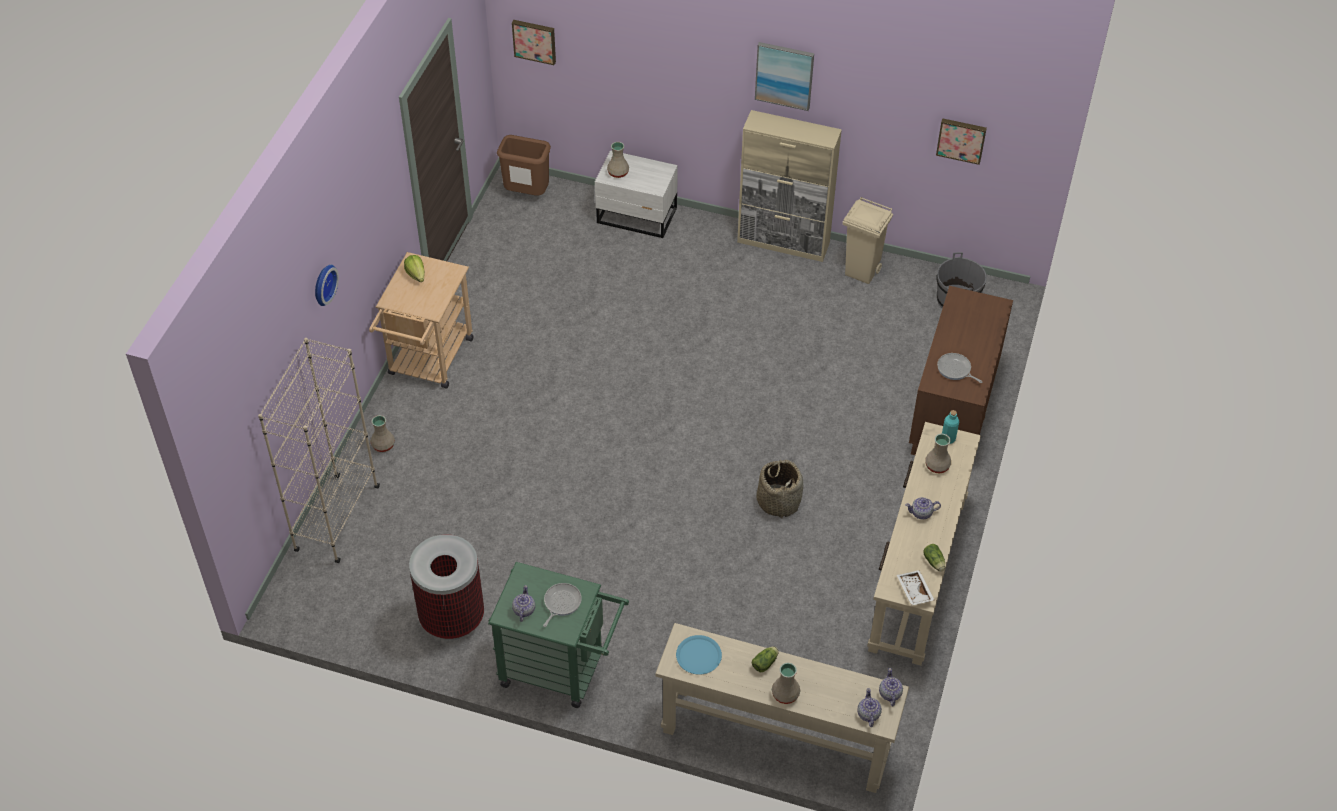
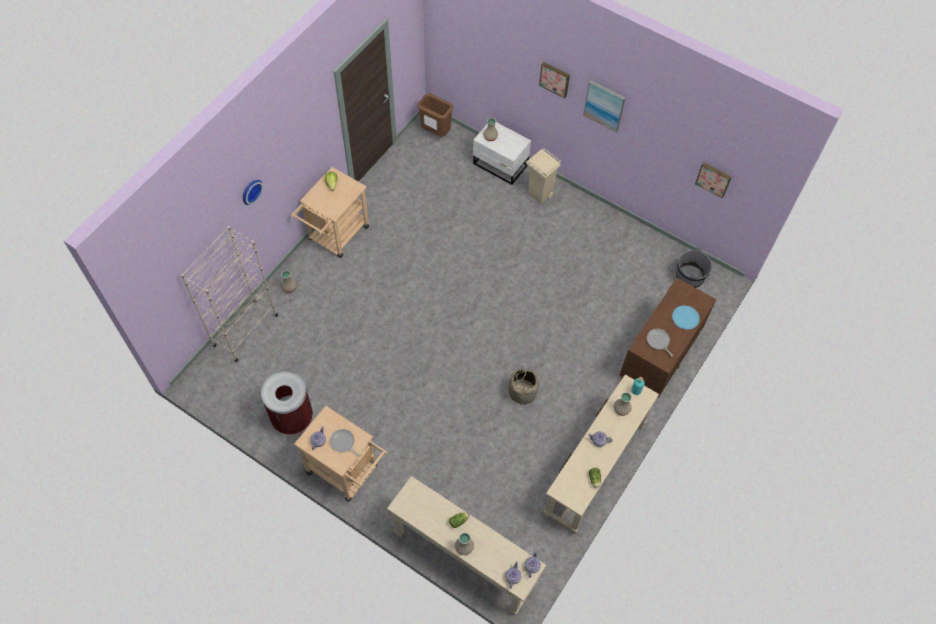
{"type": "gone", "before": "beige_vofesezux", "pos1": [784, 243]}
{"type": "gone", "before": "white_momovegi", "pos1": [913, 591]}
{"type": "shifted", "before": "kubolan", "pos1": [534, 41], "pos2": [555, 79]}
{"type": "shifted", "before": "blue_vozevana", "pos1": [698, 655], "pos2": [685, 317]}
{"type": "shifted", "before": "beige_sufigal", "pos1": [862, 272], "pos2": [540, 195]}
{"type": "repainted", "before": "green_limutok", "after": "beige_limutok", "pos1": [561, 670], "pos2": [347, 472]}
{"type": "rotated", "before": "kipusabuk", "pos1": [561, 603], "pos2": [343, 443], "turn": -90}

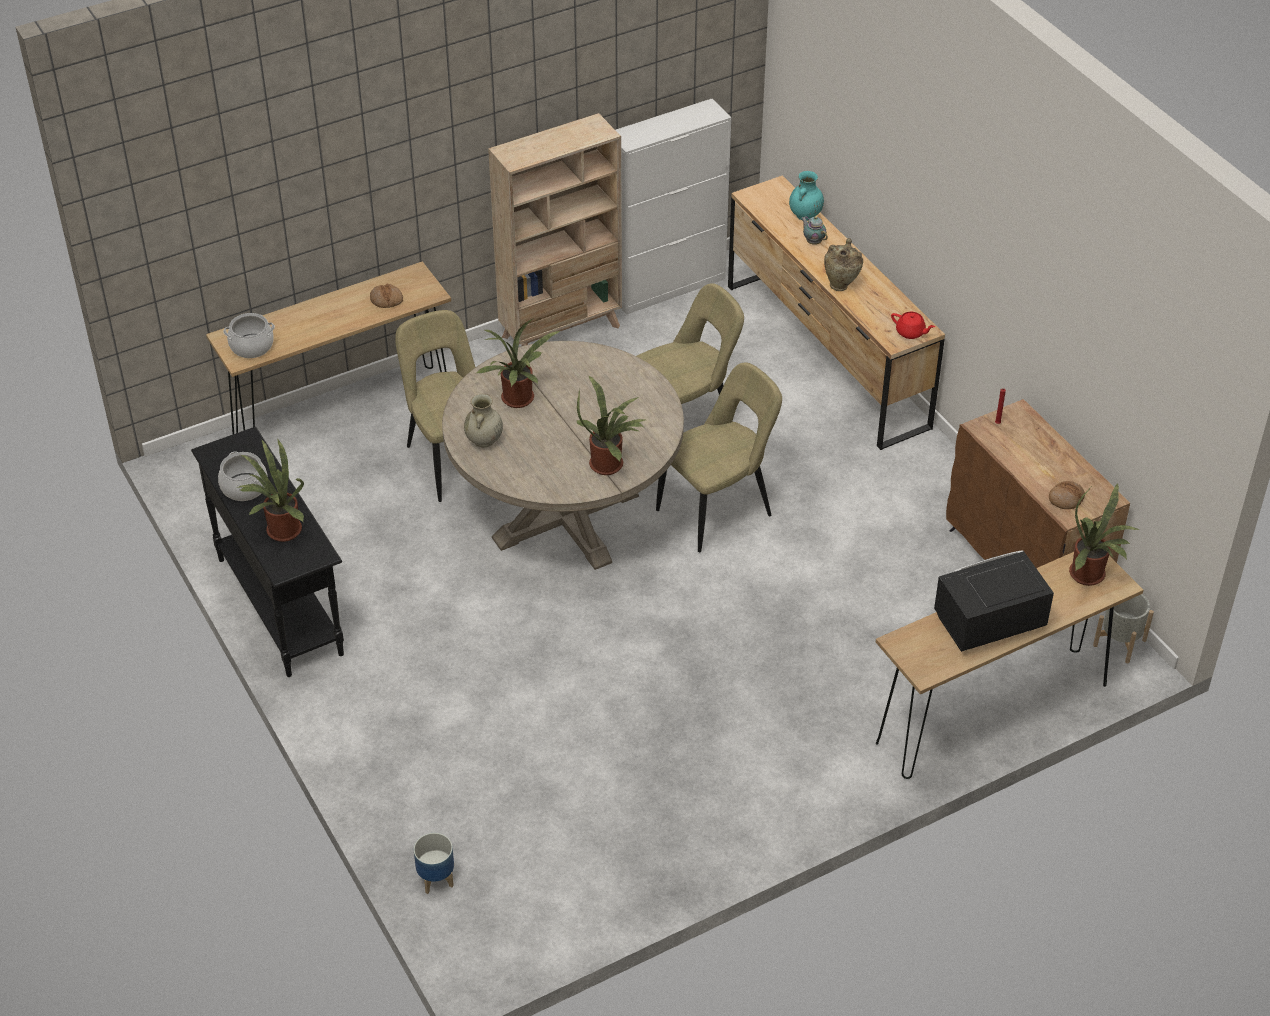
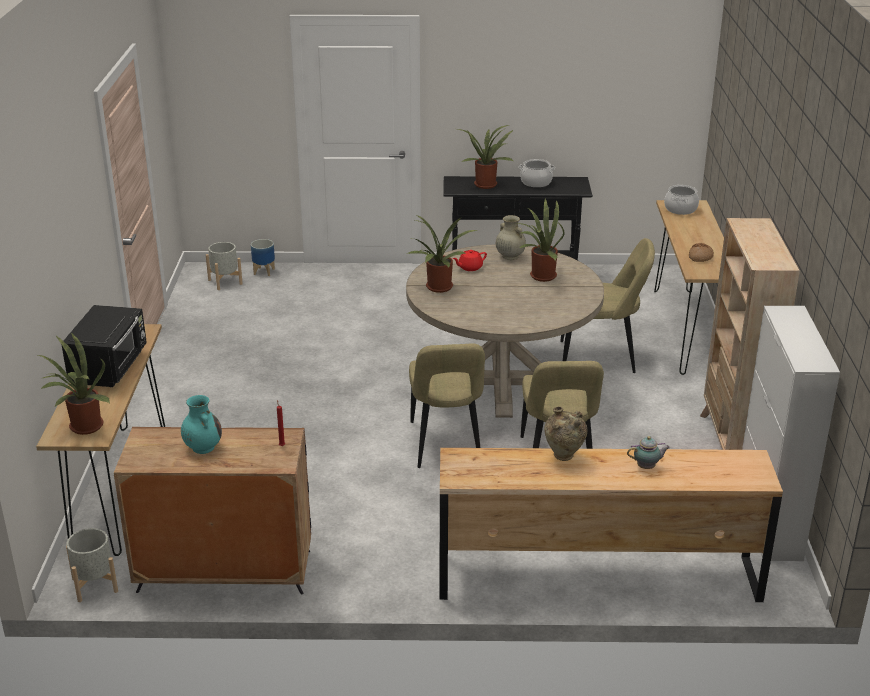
{"type": "gone", "before": "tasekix", "pos1": [1066, 499]}
{"type": "new", "after": "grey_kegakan", "pos2": [225, 282]}
{"type": "shifted", "before": "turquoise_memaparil", "pos1": [805, 215], "pos2": [203, 447]}
{"type": "shifted", "before": "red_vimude", "pos1": [910, 332], "pos2": [469, 267]}

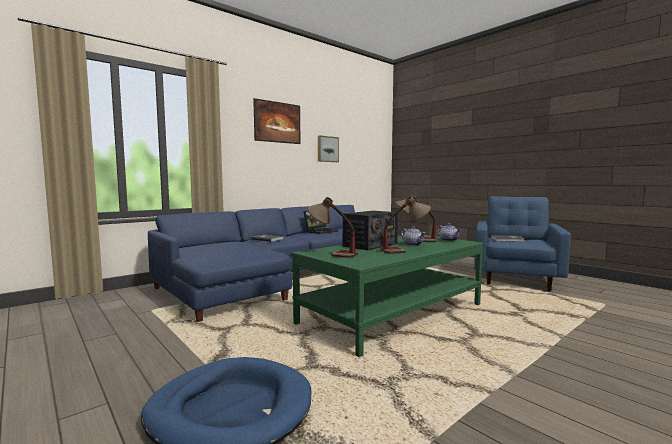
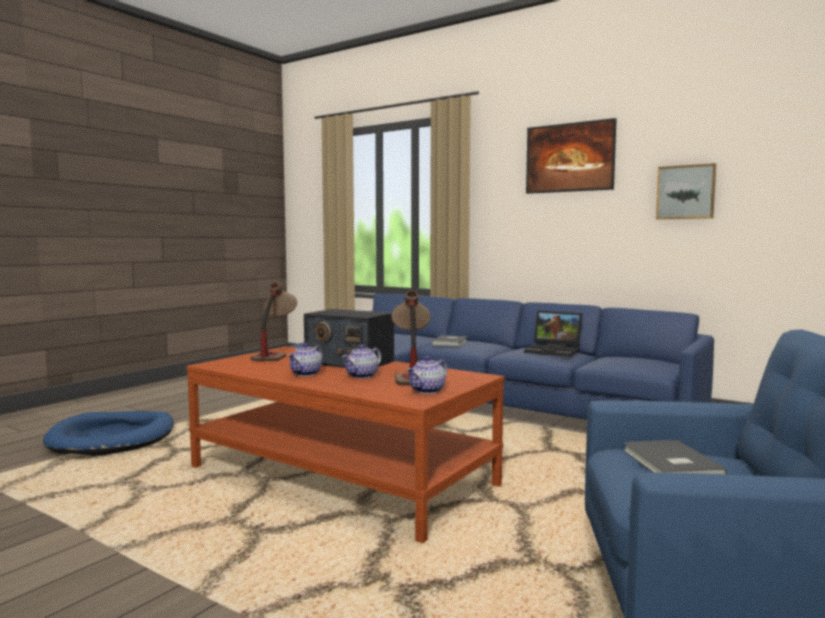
{"type": "swapped", "before": "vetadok", "after": "vimude", "pos1": [405, 250], "pos2": [306, 374]}
{"type": "repainted", "before": "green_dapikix", "after": "brown_dapikix", "pos1": [393, 313], "pos2": [341, 476]}

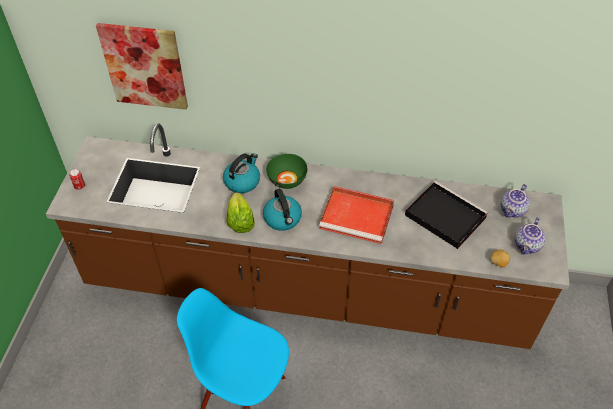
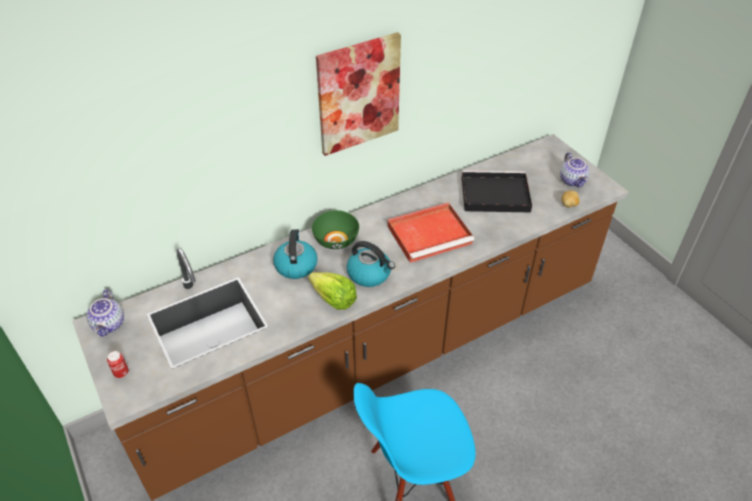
{"type": "shifted", "before": "kubolan", "pos1": [144, 66], "pos2": [358, 94]}
{"type": "shifted", "before": "vimude", "pos1": [513, 210], "pos2": [110, 324]}

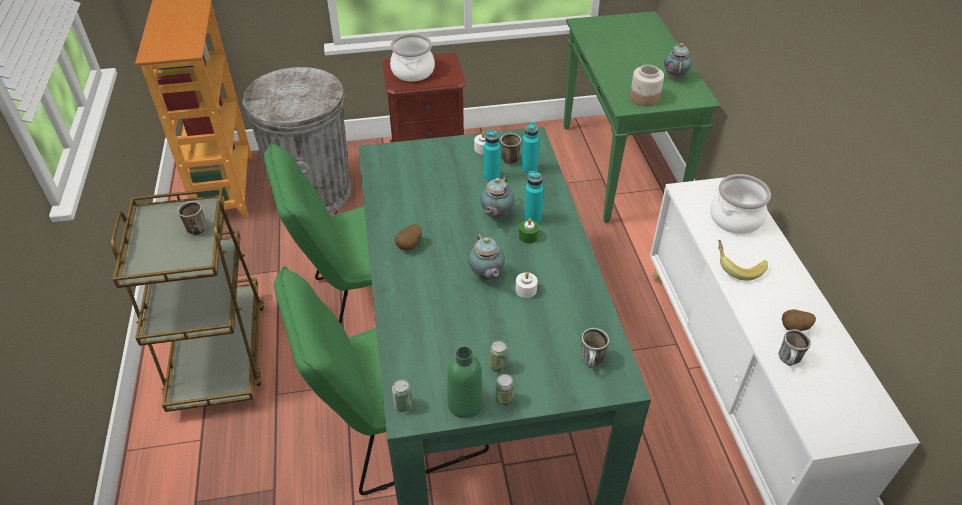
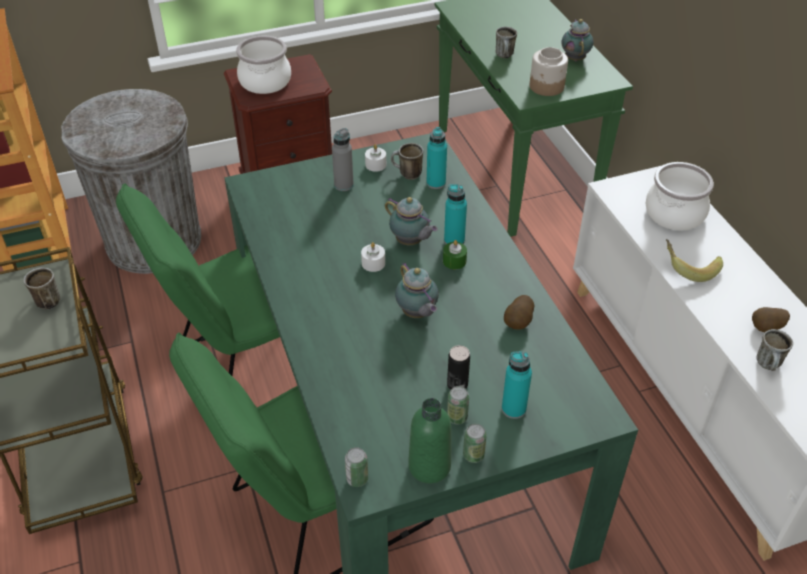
{"type": "new", "after": "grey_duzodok", "pos2": [343, 185]}
{"type": "new", "after": "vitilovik", "pos2": [457, 384]}
{"type": "shifted", "before": "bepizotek", "pos1": [410, 246], "pos2": [518, 323]}
{"type": "shifted", "before": "turquoise_duzodok", "pos1": [491, 177], "pos2": [513, 409]}
{"type": "shifted", "before": "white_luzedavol", "pos1": [526, 289], "pos2": [373, 263]}
{"type": "shifted", "before": "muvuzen", "pos1": [592, 362], "pos2": [505, 56]}
{"type": "rotated", "before": "vimude", "pos1": [495, 216], "pos2": [410, 242], "turn": -60}

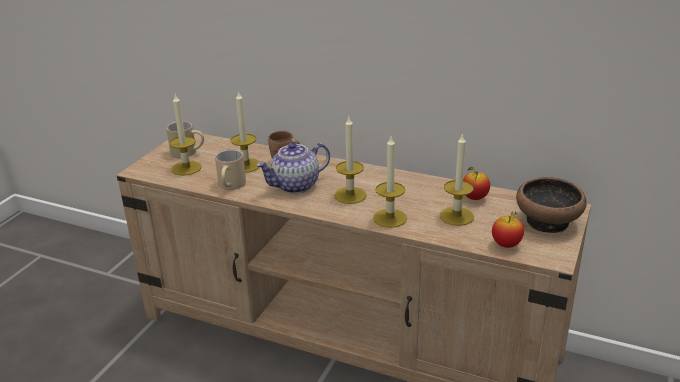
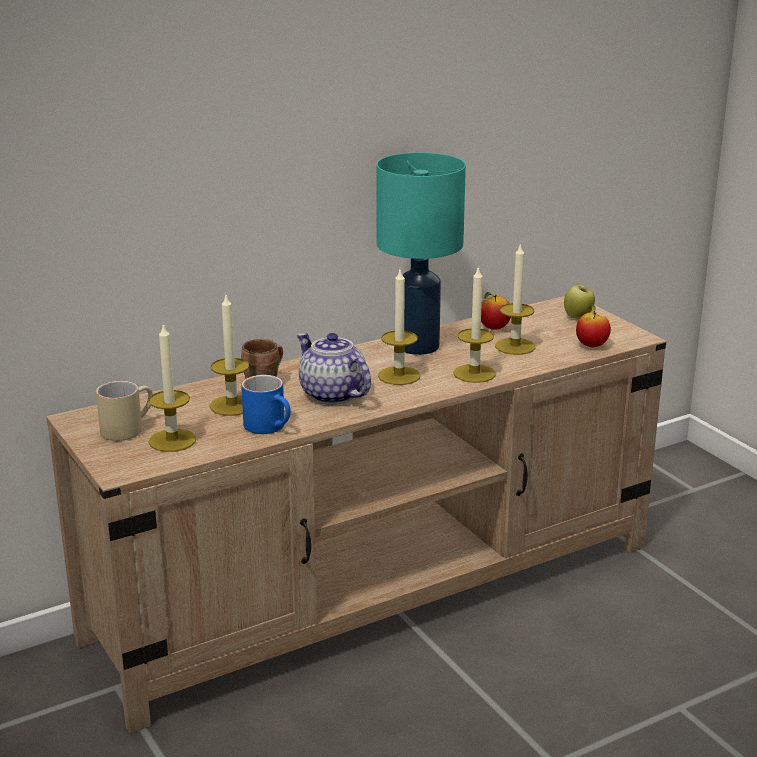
{"type": "new", "after": "turquoise_vetadok", "pos2": [417, 346]}
{"type": "swapped", "before": "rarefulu", "after": "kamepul", "pos1": [548, 222], "pos2": [578, 318]}
{"type": "repainted", "before": "beige_muvuzen", "after": "blue_muvuzen", "pos1": [231, 186], "pos2": [271, 427]}
{"type": "rotated", "before": "vimude", "pos1": [295, 186], "pos2": [331, 394], "turn": 135}

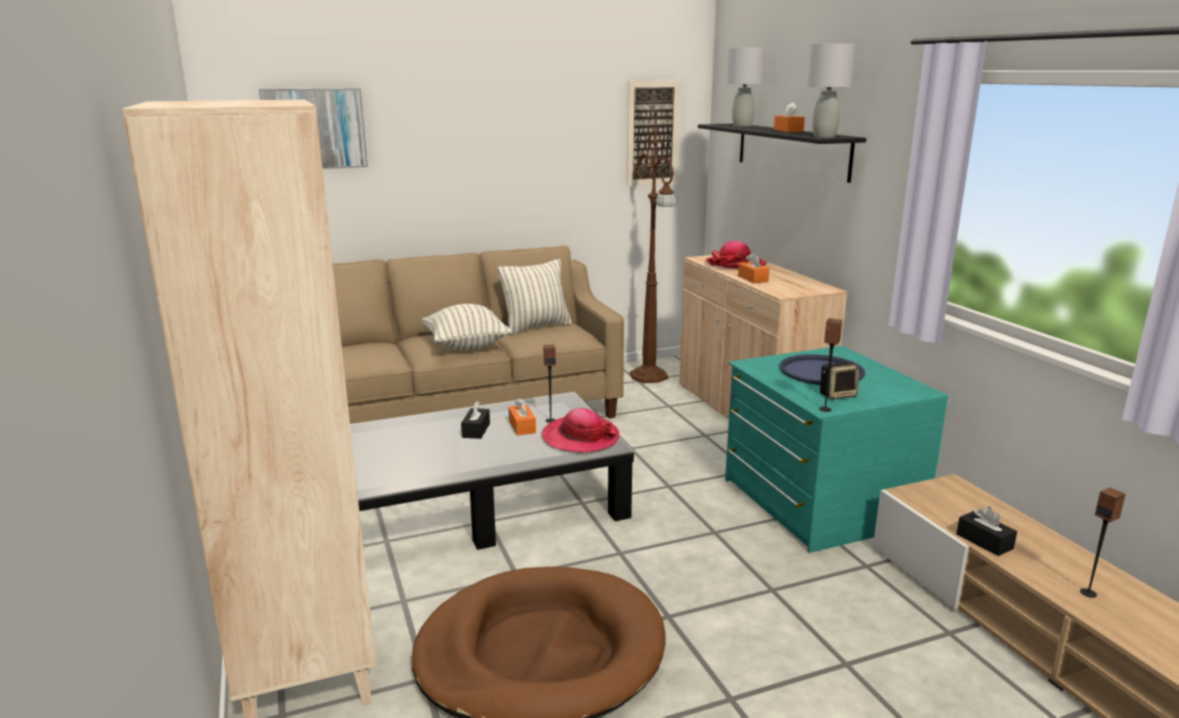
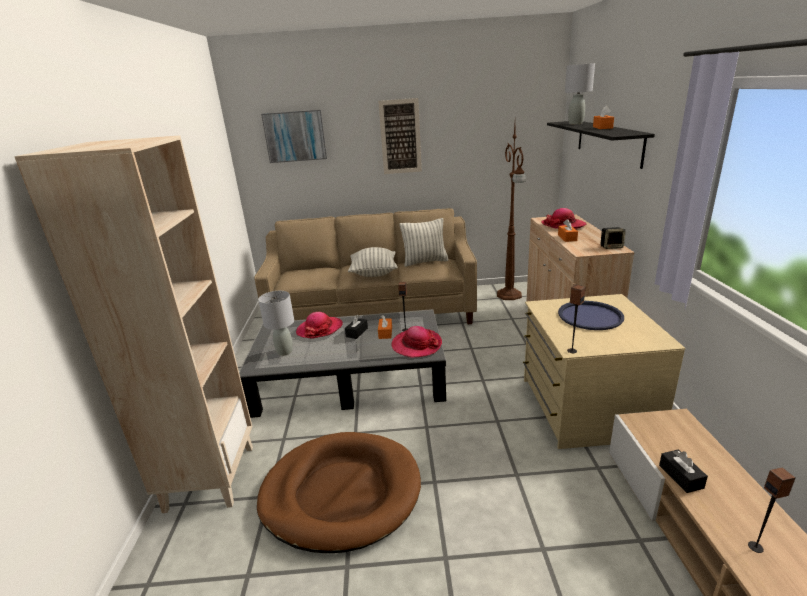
{"type": "new", "after": "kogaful", "pos2": [319, 329]}
{"type": "shifted", "before": "kubolan", "pos1": [652, 133], "pos2": [400, 137]}
{"type": "shifted", "before": "grey_vetadok", "pos1": [824, 136], "pos2": [285, 351]}
{"type": "shifted", "before": "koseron", "pos1": [837, 395], "pos2": [611, 247]}
{"type": "repainted", "before": "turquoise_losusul", "after": "beige_losusul", "pos1": [818, 501], "pos2": [585, 407]}

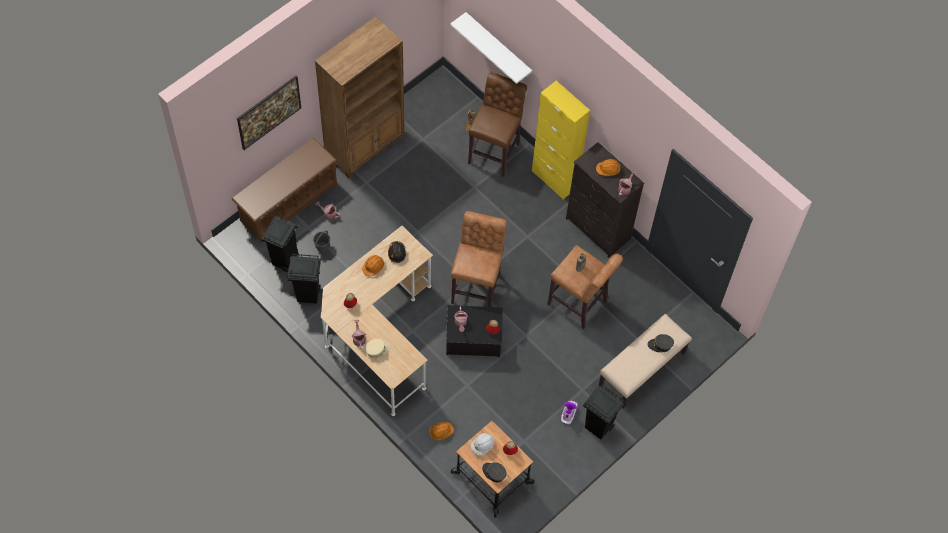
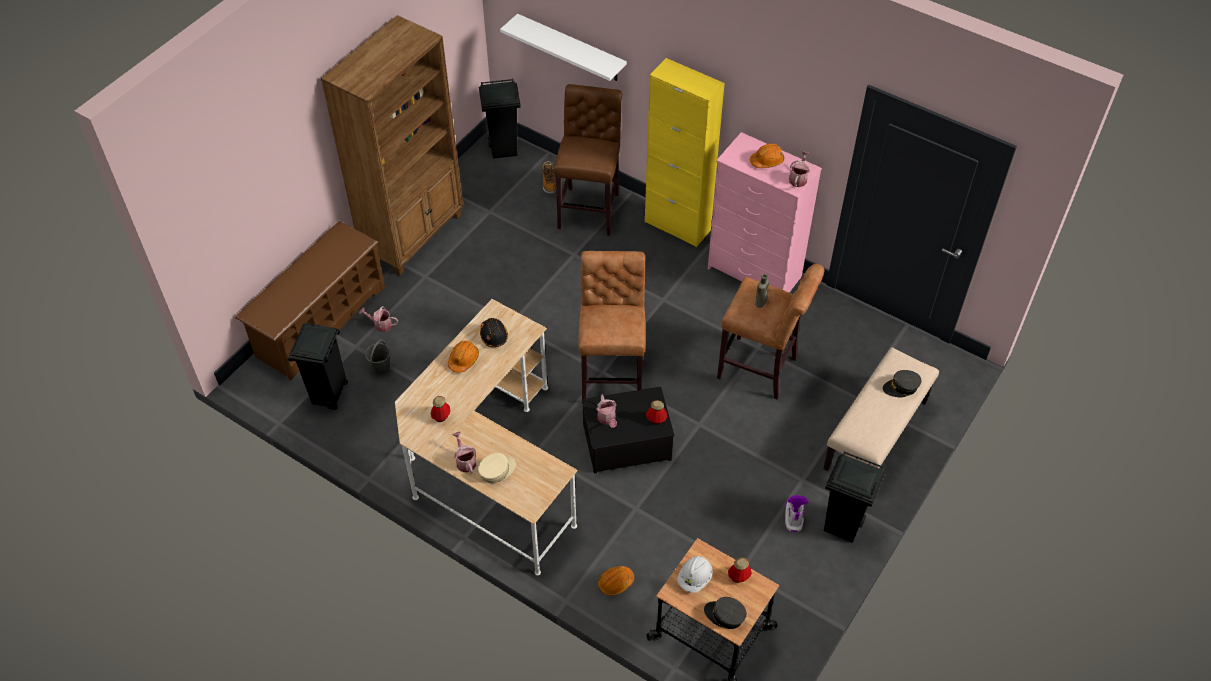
{"type": "gone", "before": "kubolan", "pos1": [270, 120]}
{"type": "shifted", "before": "black_sufigal", "pos1": [308, 295], "pos2": [504, 149]}
{"type": "repainted", "before": "black_losusul", "after": "pink_losusul", "pos1": [598, 229], "pos2": [754, 273]}

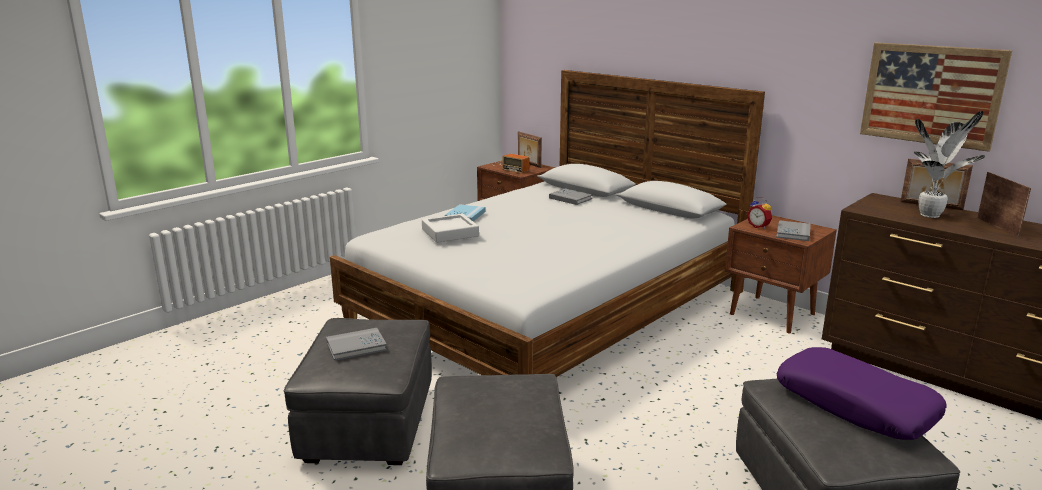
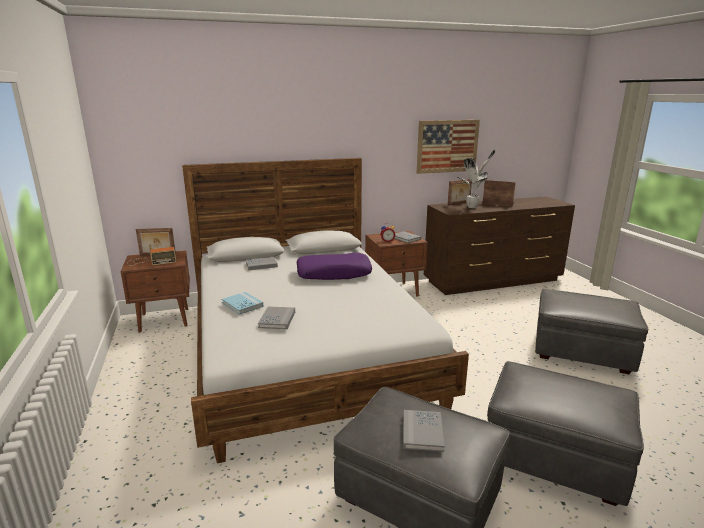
{"type": "shifted", "before": "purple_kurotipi", "pos1": [855, 405], "pos2": [334, 274]}
{"type": "swapped", "before": "grey_momovegi", "after": "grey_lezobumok", "pos1": [450, 233], "pos2": [277, 319]}

